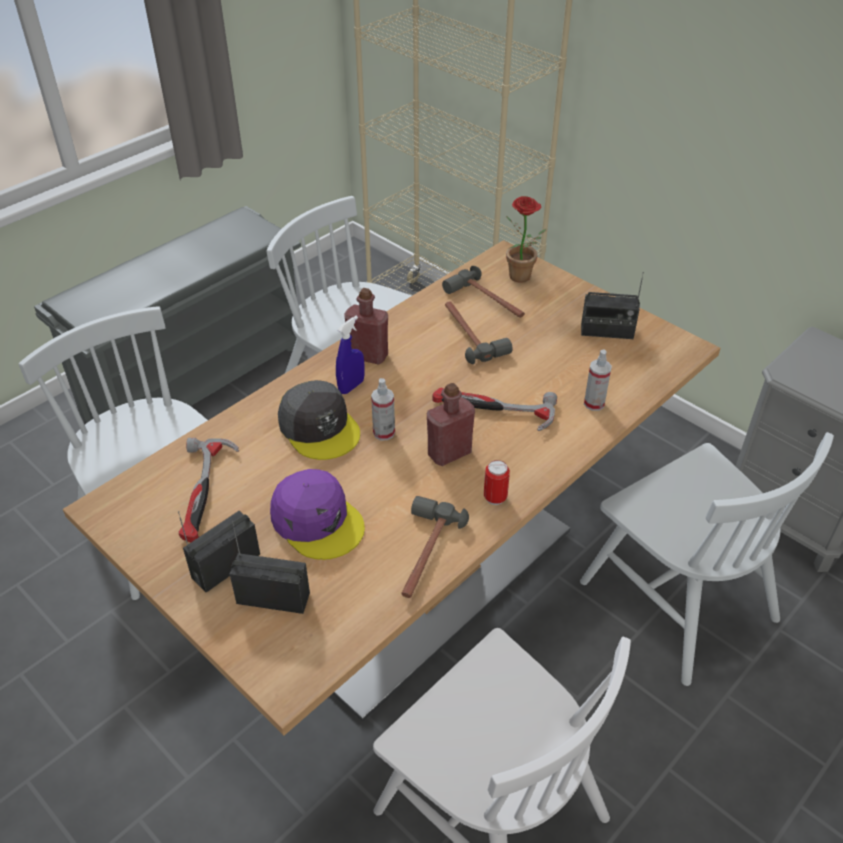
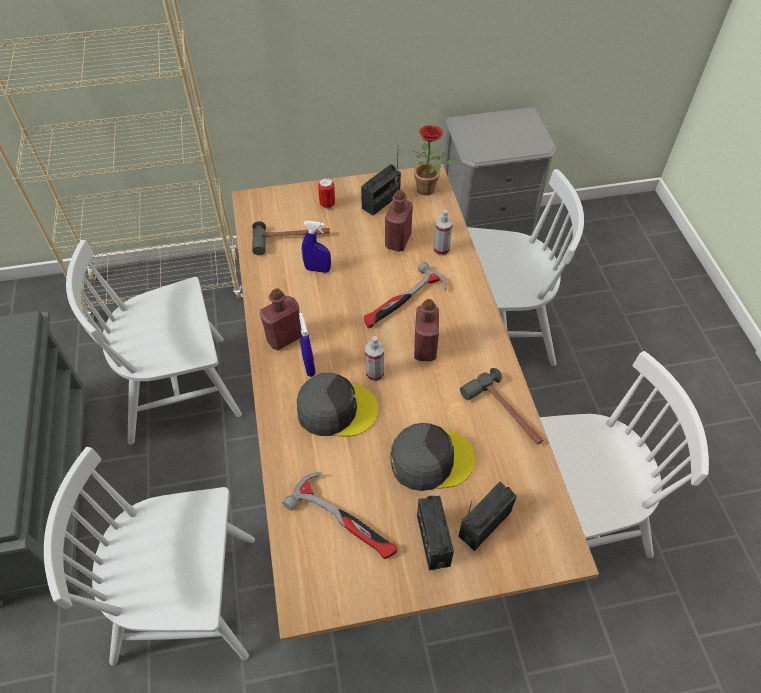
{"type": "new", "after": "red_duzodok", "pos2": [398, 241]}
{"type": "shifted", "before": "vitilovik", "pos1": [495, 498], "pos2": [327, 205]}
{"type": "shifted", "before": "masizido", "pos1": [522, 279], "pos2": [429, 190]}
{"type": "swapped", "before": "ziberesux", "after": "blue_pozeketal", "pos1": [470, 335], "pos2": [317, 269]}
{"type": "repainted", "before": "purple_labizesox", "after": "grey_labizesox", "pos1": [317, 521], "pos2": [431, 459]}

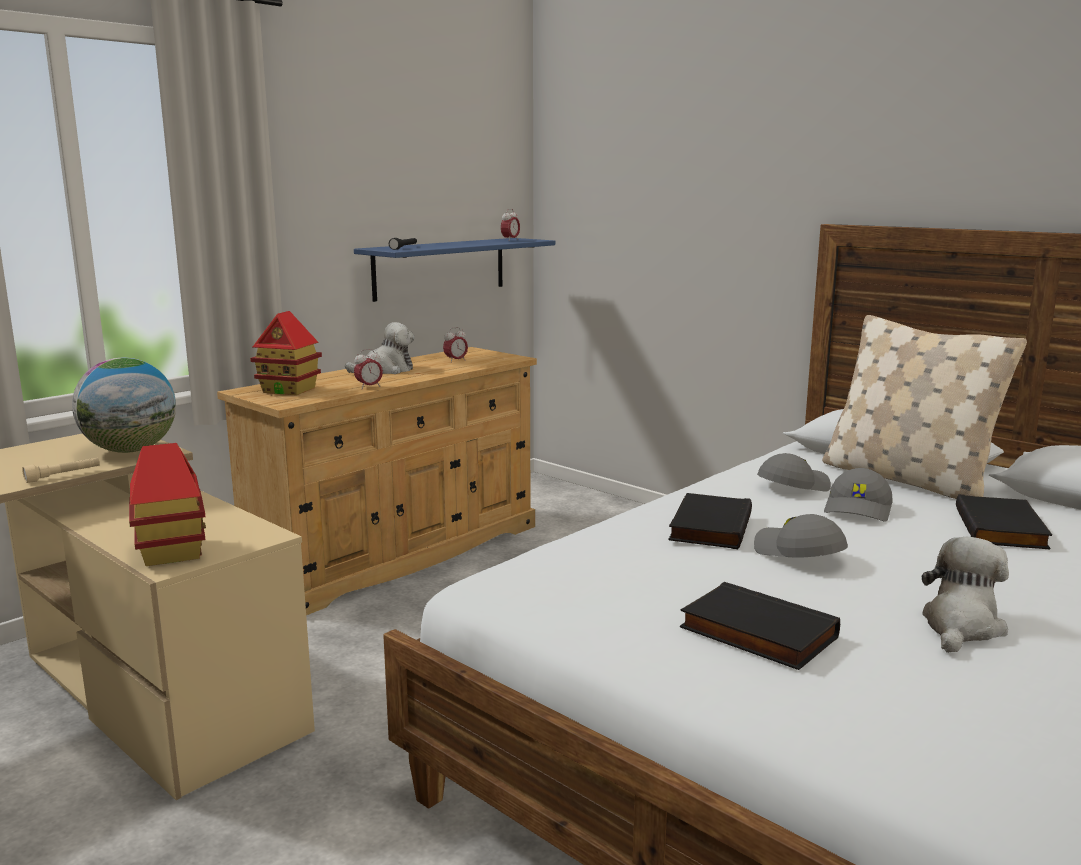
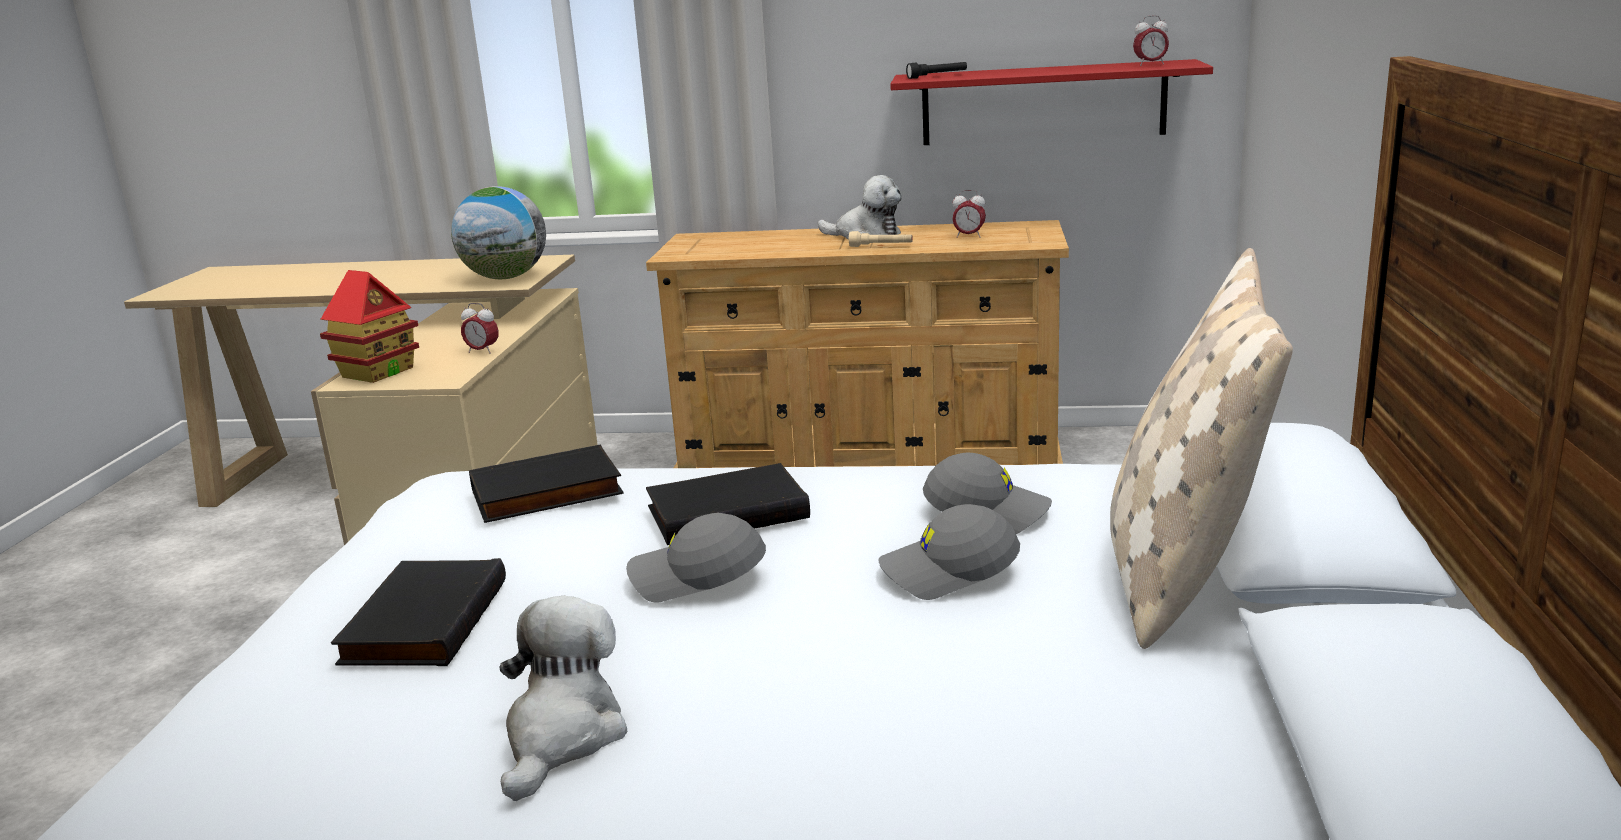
{"type": "gone", "before": "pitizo", "pos1": [289, 390]}
{"type": "shifted", "before": "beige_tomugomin", "pos1": [63, 476], "pos2": [881, 246]}
{"type": "shifted", "before": "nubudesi", "pos1": [369, 387], "pos2": [482, 351]}
{"type": "shifted", "before": "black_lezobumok", "pos1": [1003, 529], "pos2": [546, 494]}
{"type": "repainted", "before": "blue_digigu", "after": "red_digigu", "pos1": [440, 268], "pos2": [1043, 103]}
{"type": "rotated", "before": "grey_labizesox", "pos1": [797, 553], "pos2": [697, 578], "turn": -105}
{"type": "rotated", "before": "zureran", "pos1": [961, 627], "pos2": [562, 736], "turn": -75}

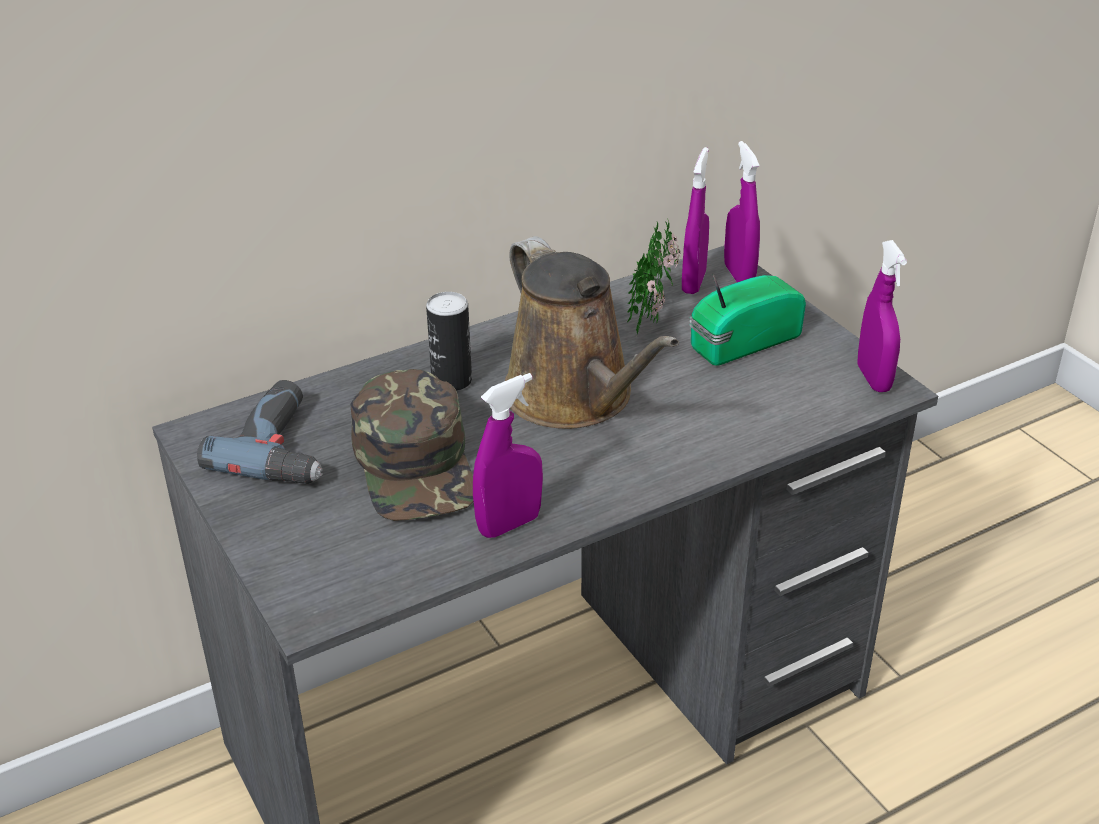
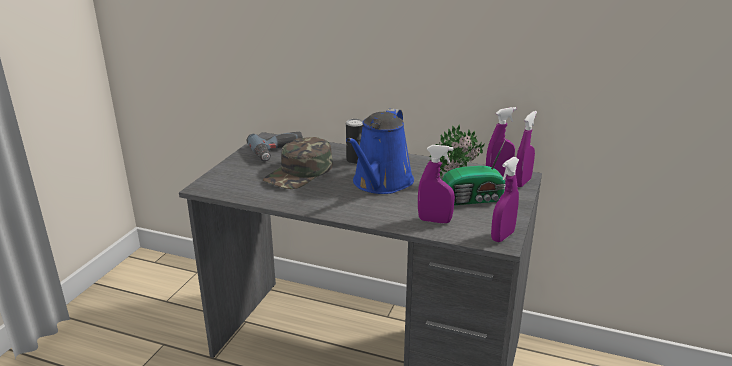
{"type": "shifted", "before": "purple_pozeketal", "pos1": [509, 524], "pos2": [434, 220]}
{"type": "repainted", "before": "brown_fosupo", "after": "blue_fosupo", "pos1": [575, 398], "pos2": [380, 183]}
{"type": "rotated", "before": "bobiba", "pos1": [740, 342], "pos2": [474, 199], "turn": 150}

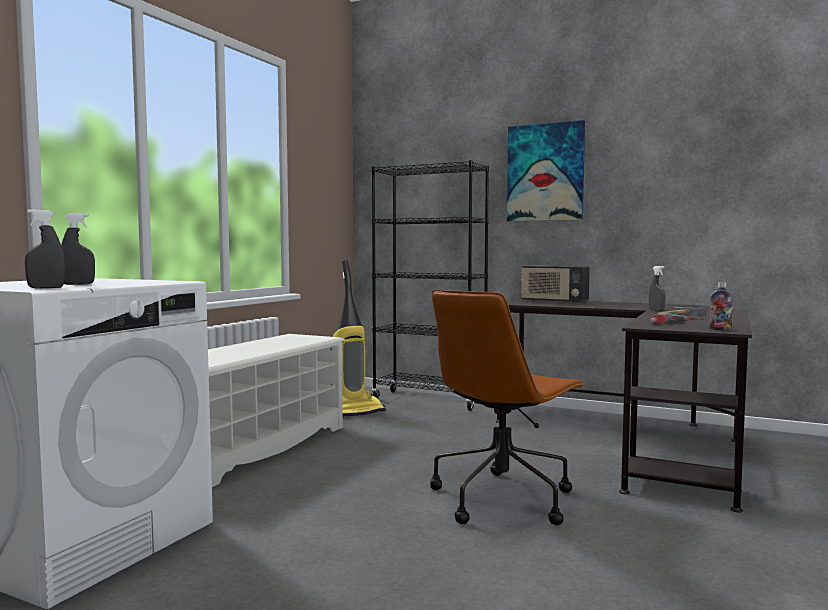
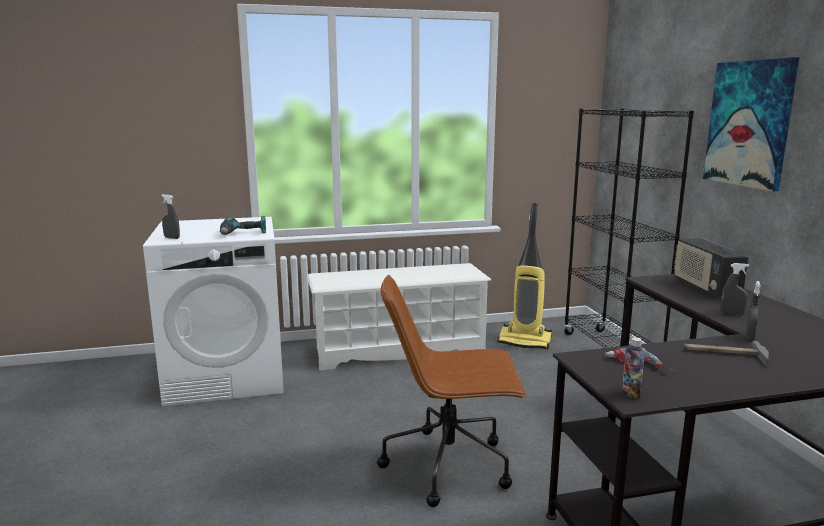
{"type": "new", "after": "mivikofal", "pos2": [243, 234]}
{"type": "shifted", "before": "grey_pozeketal", "pos1": [78, 284], "pos2": [732, 314]}

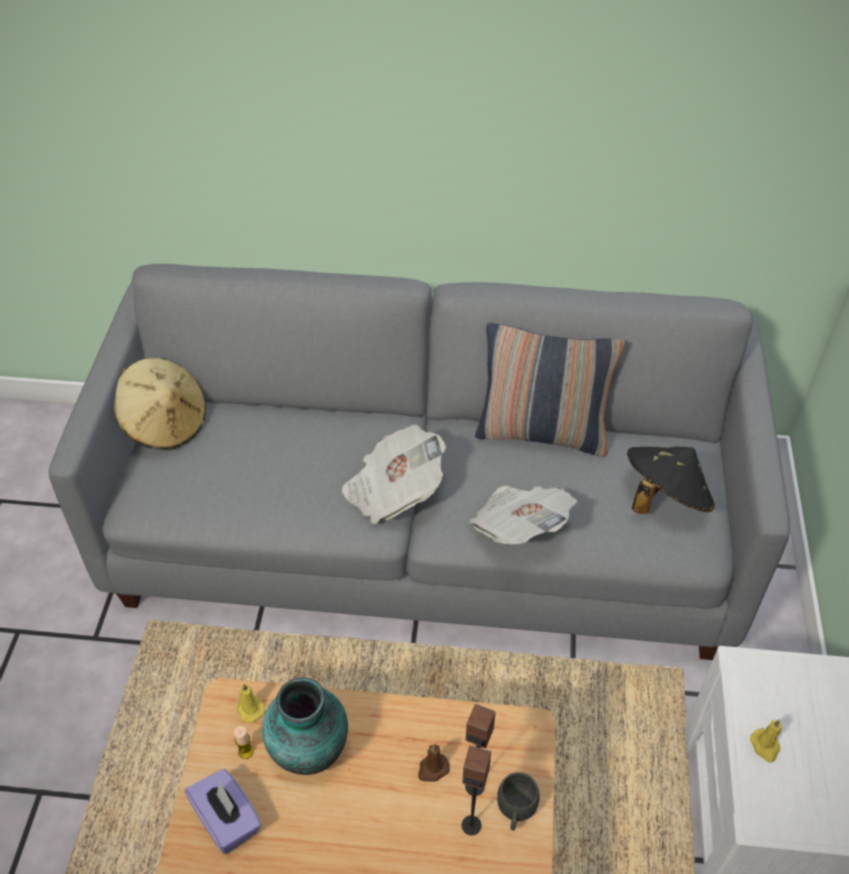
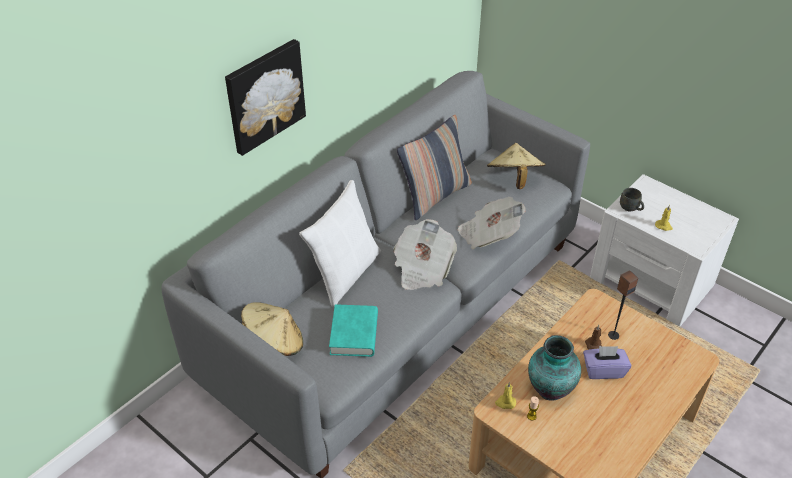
{"type": "gone", "before": "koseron", "pos1": [471, 825]}
{"type": "new", "after": "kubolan", "pos2": [264, 95]}
{"type": "new", "after": "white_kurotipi", "pos2": [345, 273]}
{"type": "new", "after": "turquoise_lezobumok", "pos2": [354, 334]}
{"type": "shifted", "before": "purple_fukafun", "pos1": [227, 820], "pos2": [603, 370]}
{"type": "shifted", "before": "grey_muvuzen", "pos1": [515, 811], "pos2": [631, 209]}
{"type": "repainted", "before": "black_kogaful", "after": "beige_kogaful", "pos1": [664, 498], "pos2": [514, 179]}

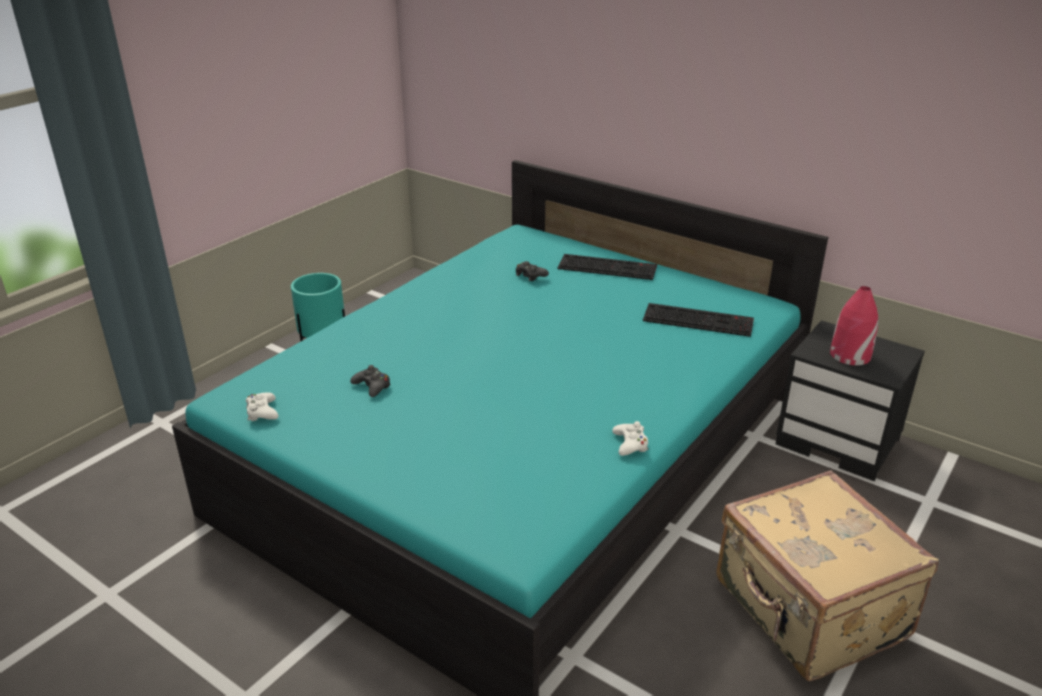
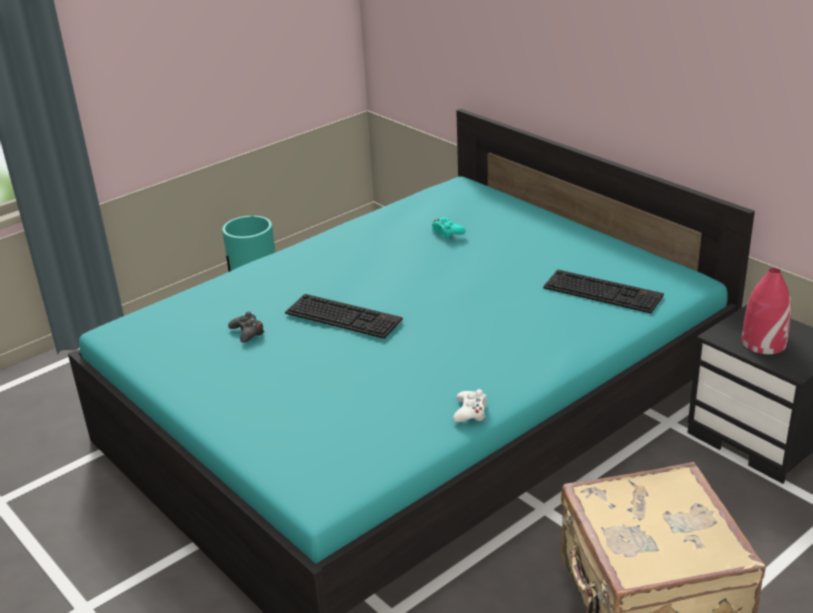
{"type": "gone", "before": "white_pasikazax", "pos1": [262, 412]}
{"type": "shifted", "before": "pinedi", "pos1": [608, 267], "pos2": [345, 316]}
{"type": "repainted", "before": "black_pasikazax", "after": "turquoise_pasikazax", "pos1": [530, 275], "pos2": [447, 232]}

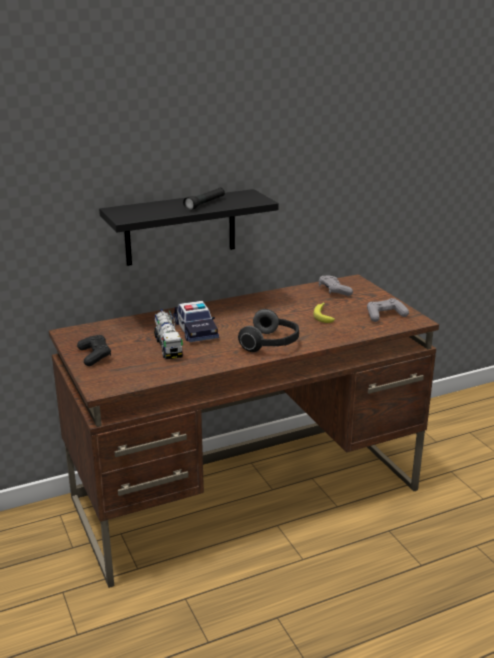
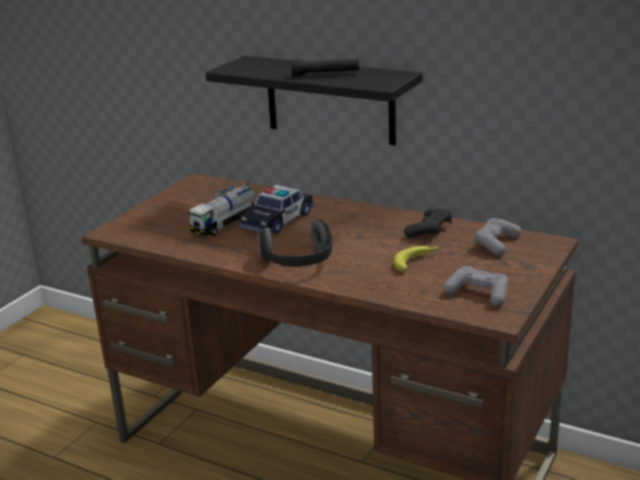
{"type": "shifted", "before": "black_pasikazax", "pos1": [94, 356], "pos2": [429, 230]}

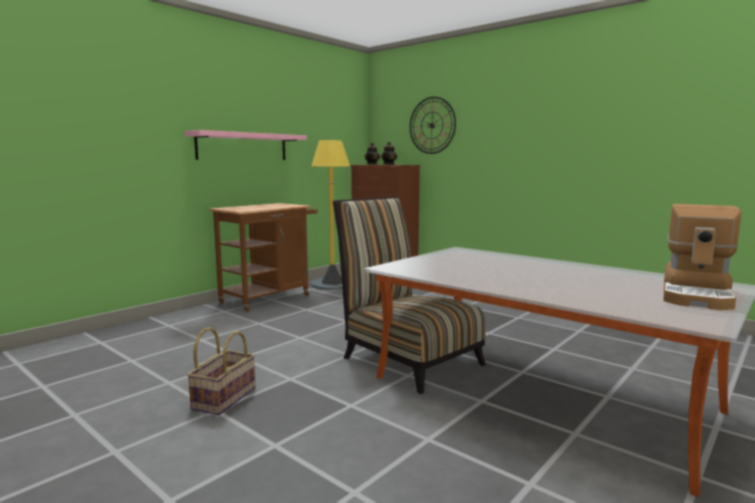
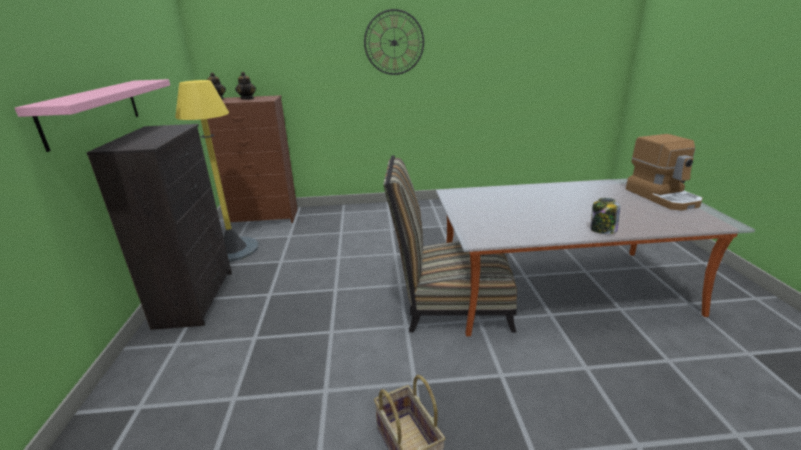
{"type": "new", "after": "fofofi", "pos2": [602, 230]}
{"type": "shifted", "before": "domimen", "pos1": [432, 125], "pos2": [394, 42]}
{"type": "swapped", "before": "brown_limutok", "after": "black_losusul", "pos1": [269, 298], "pos2": [196, 298]}

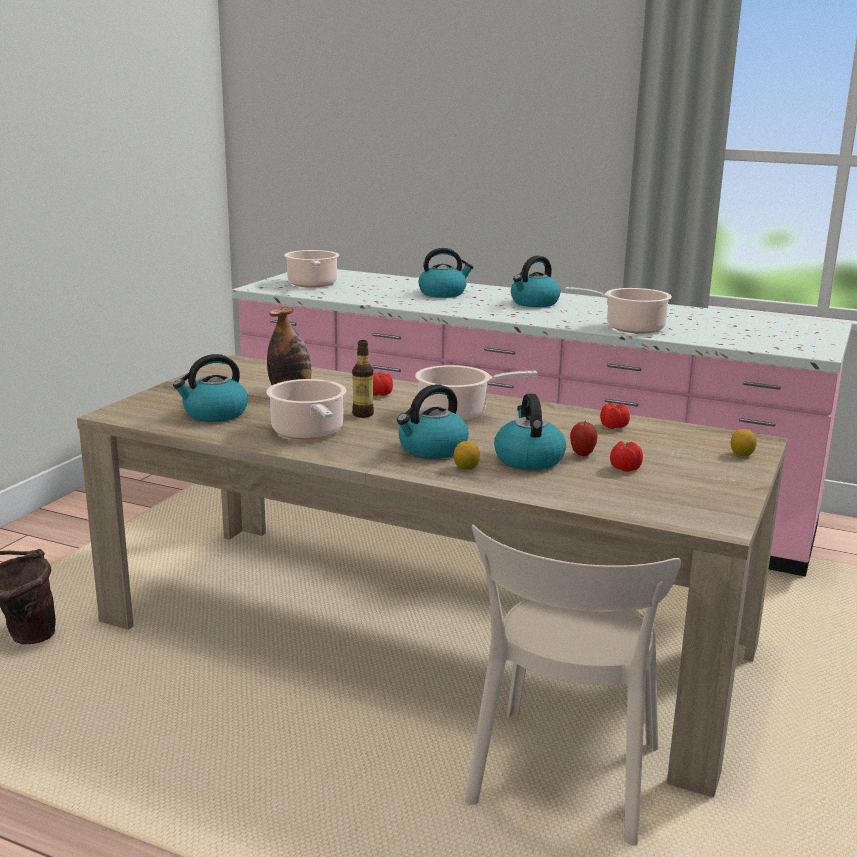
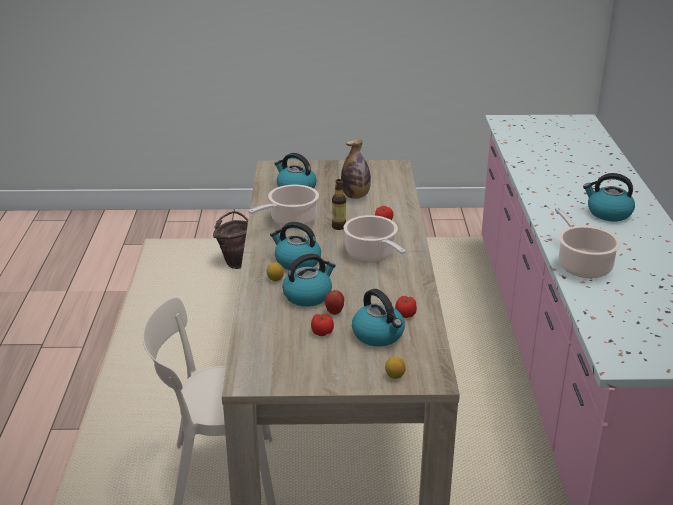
{"type": "gone", "before": "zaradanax", "pos1": [312, 284]}
{"type": "shifted", "before": "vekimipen", "pos1": [443, 293], "pos2": [379, 335]}

